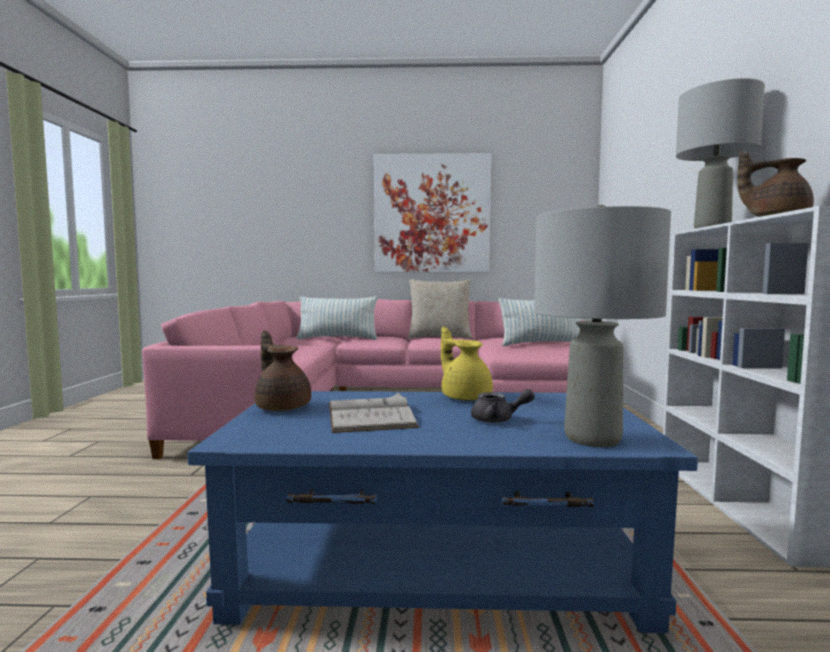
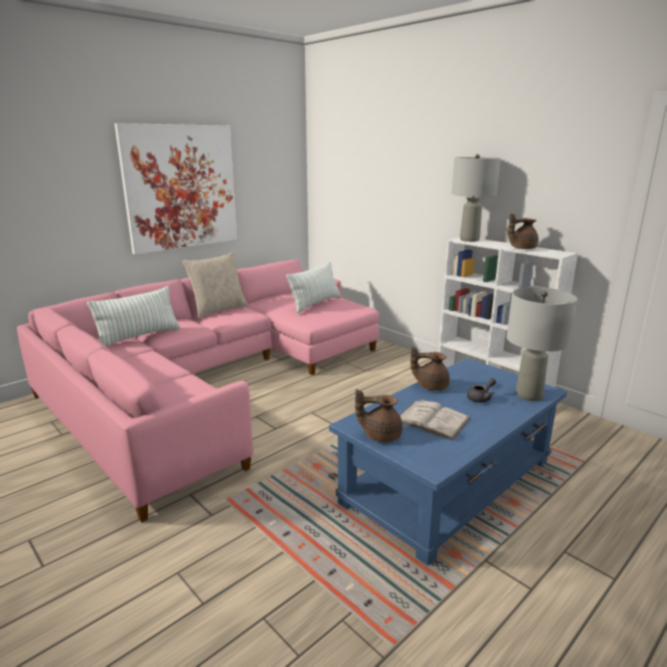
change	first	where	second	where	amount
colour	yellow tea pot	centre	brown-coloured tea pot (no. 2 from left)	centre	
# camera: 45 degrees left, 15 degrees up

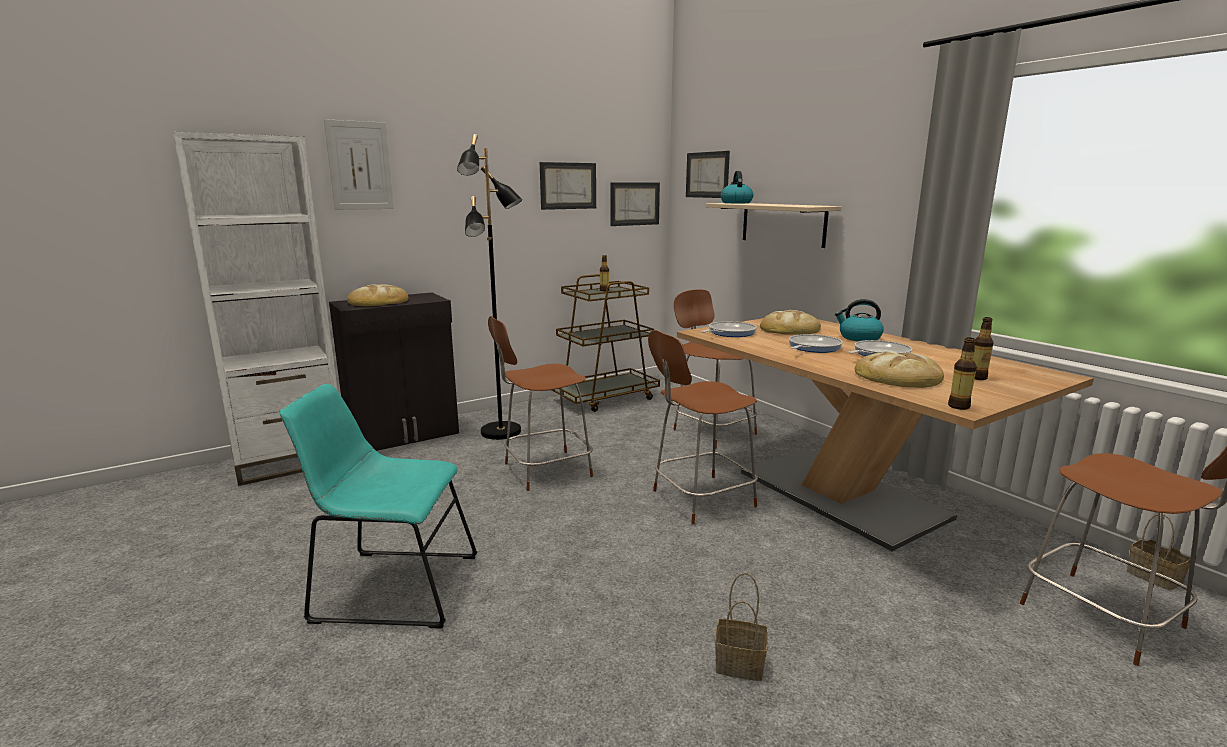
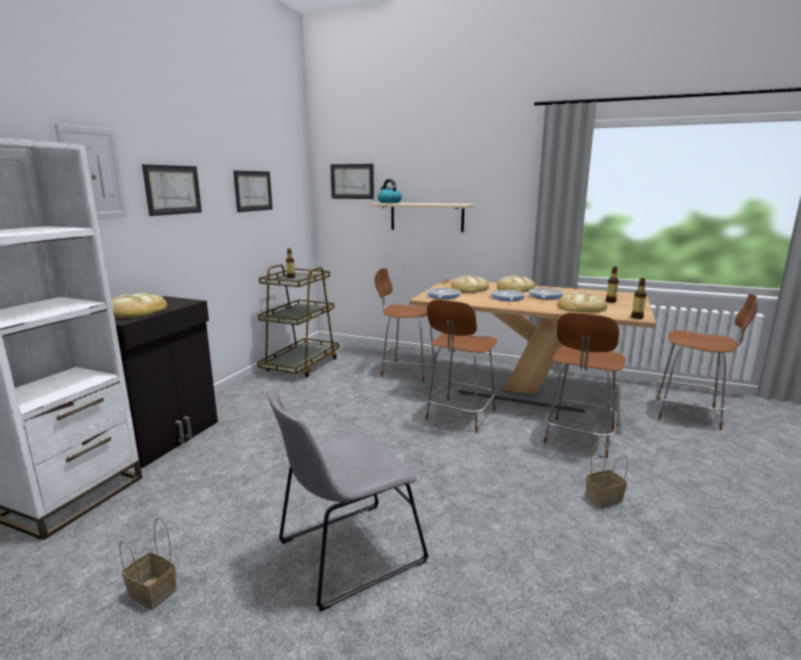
change	first	where	second	where	amount
missing	black standard lamp	centre			
relocated	brown-coloured sitting stool (no. 1 from left in the first image)	centre	brown-coloured sitting stool (no. 3 from left)	middle right	
relocated	wall art (no. 3 from left in the first image)	top centre	wall art (no. 2 from left)	top left	
relocated	basket (no. 2 from left in the first image)	bottom right	basket (no. 1 from left)	bottom left	
exchanged	kettle (no. 2 from left)	middle right	baked bread (no. 3 from left)	centre	
colour	blue-green plain chair	bottom left	gray plain chair	bottom centre	
# camera: 35 degrees left, 0 degrees up

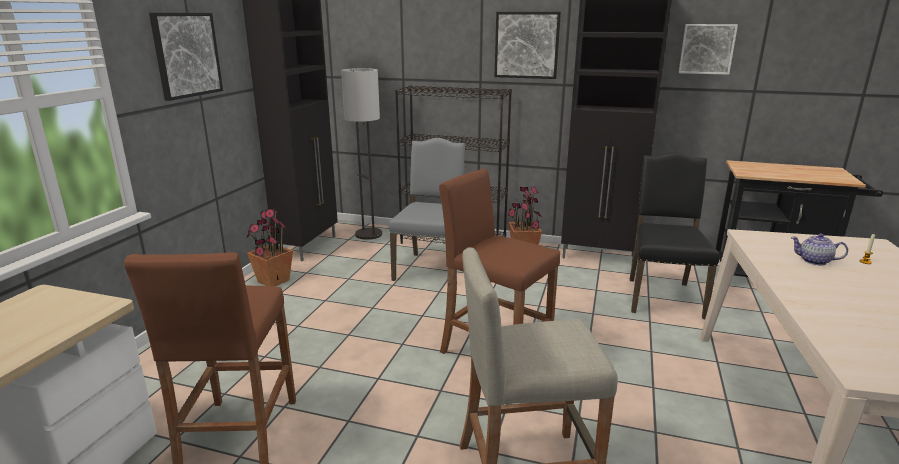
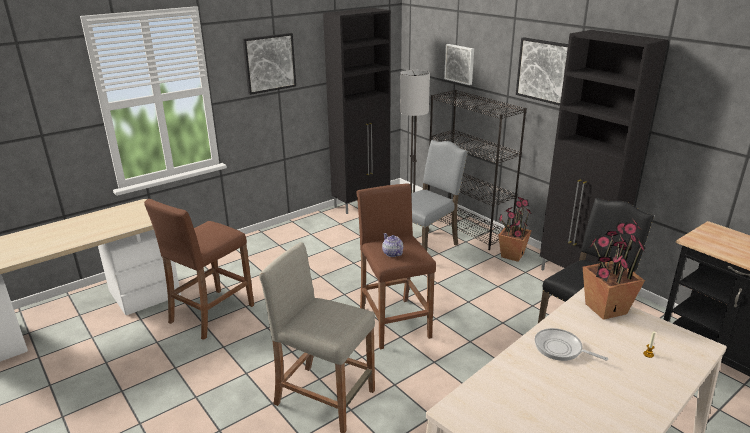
change	first	where	second	where	amount
appeared			frying pan	bottom right	
relocated	potted plant (no. 1 from left in the first image)	middle left	potted plant (no. 2 from left)	middle right	
relocated	wall art (no. 3 from left in the first image)	top right	wall art (no. 2 from left)	top centre	
relocated	tea pot	middle right		centre	
# camera: 35 degrees right, 5 degrees up

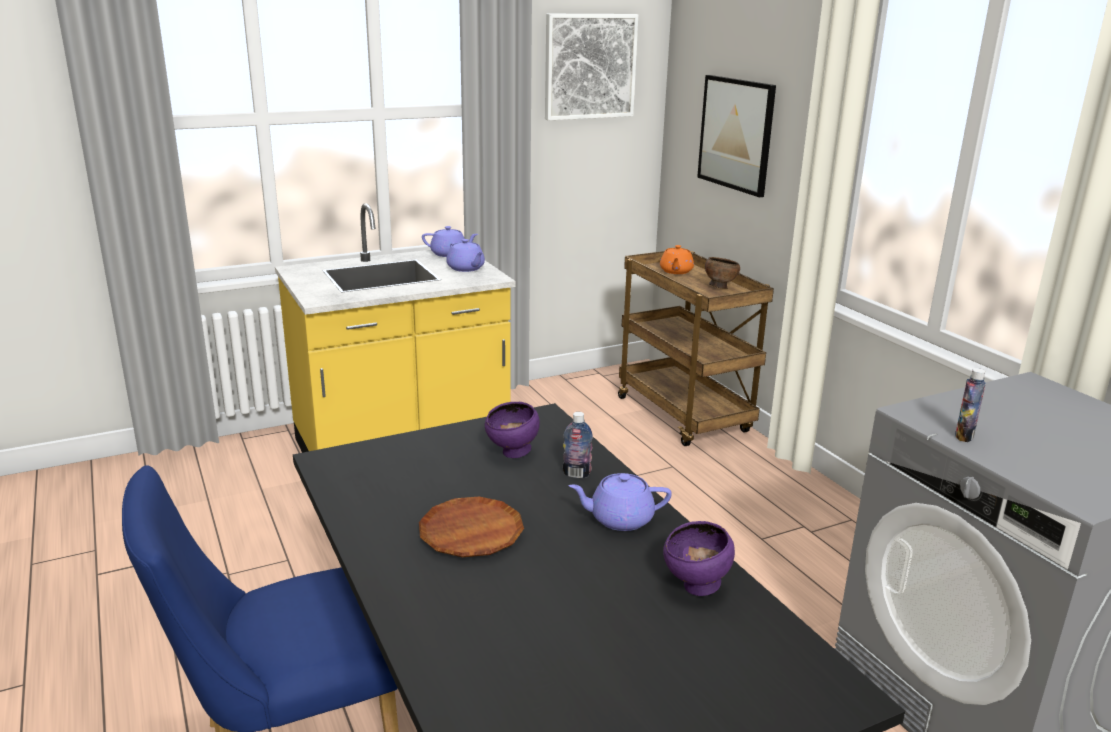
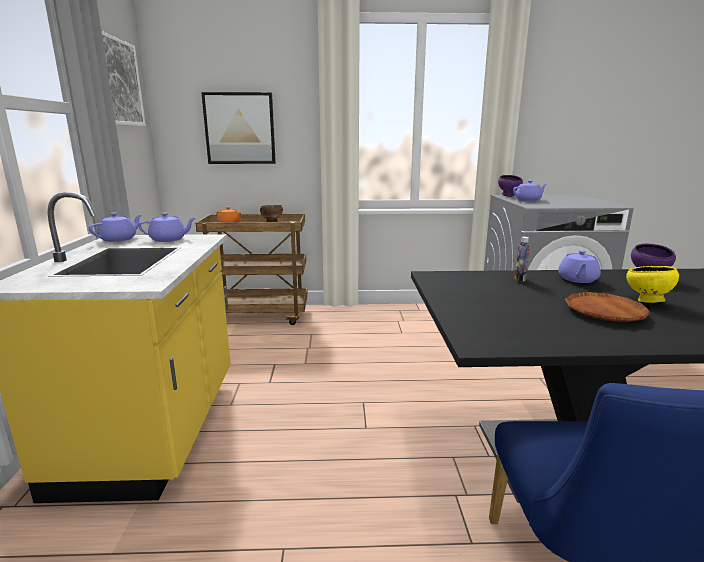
change	first	where	second	where	amount
missing	drink bottle (no. 2 from left)	middle right			
appeared			purplish tea pot (no. 3 from left)	middle right	
appeared			yellow serving bowl	middle right	
relocated	purplish serving bowl (no. 1 from left)	centre		top right	
# camera: 65 degrees left, 5 degrees down

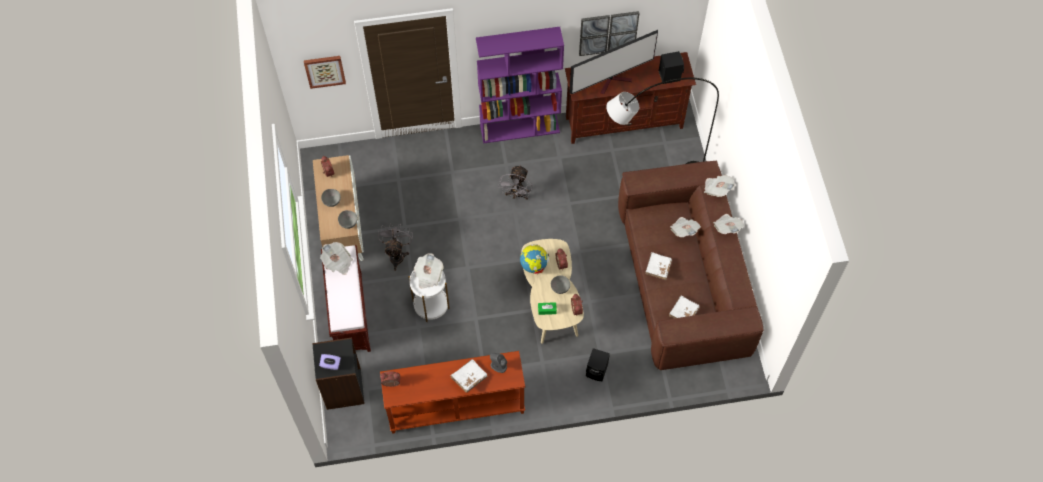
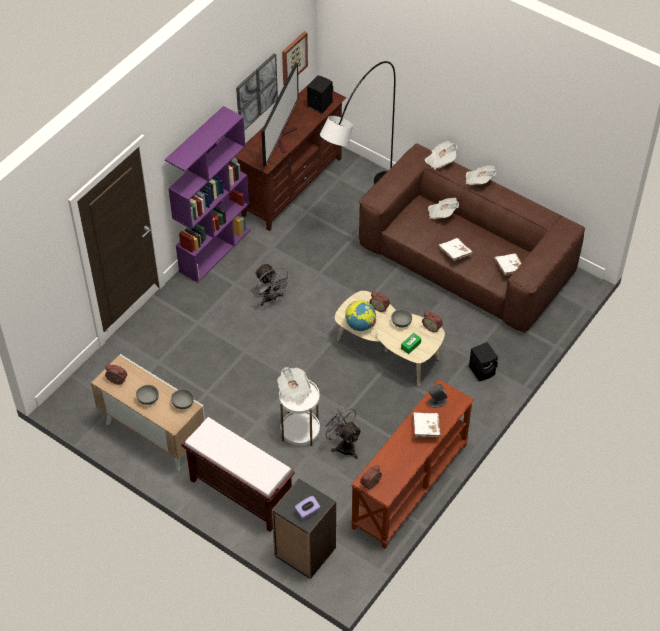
change	first	where	second	where	amount
missing	daily paper (no. 1 from left)	middle left			
relocated	wall art (no. 1 from left in the first image)	top left	wall art (no. 2 from left)	top centre	
relocated	gray electric fan (no. 1 from left in the first image)	centre	gray electric fan (no. 2 from left)	bottom centre	
# camera: 45 degrees left, 10 degrees down

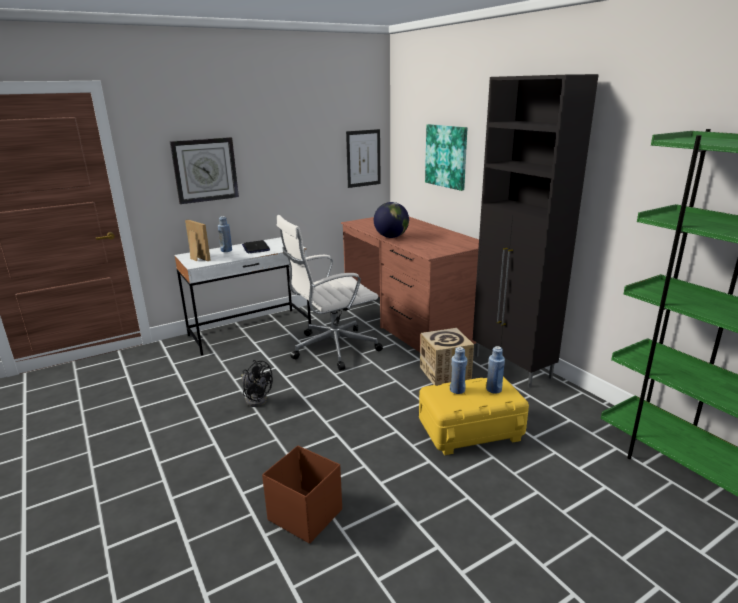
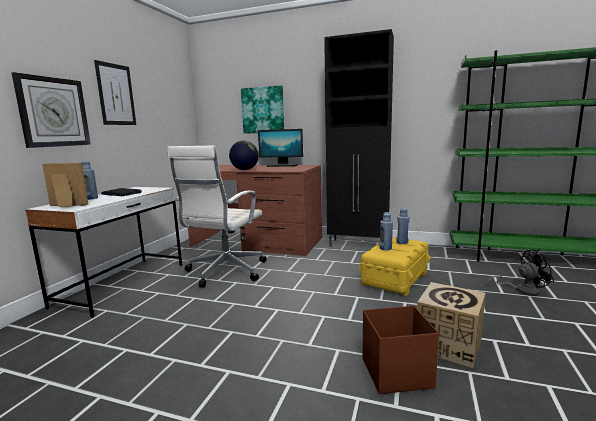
change	first	where	second	where	amount
appeared			monitor	centre	
relocated	black electric fan	centre		middle right	
relocated	wall art (no. 1 from left)	top centre		top left	
relocated	packing box	centre		bottom right	
# camera: 40 degrees left, 10 degrees down

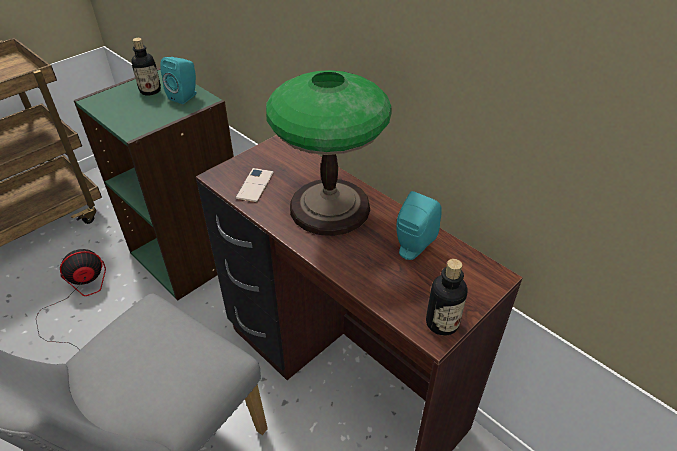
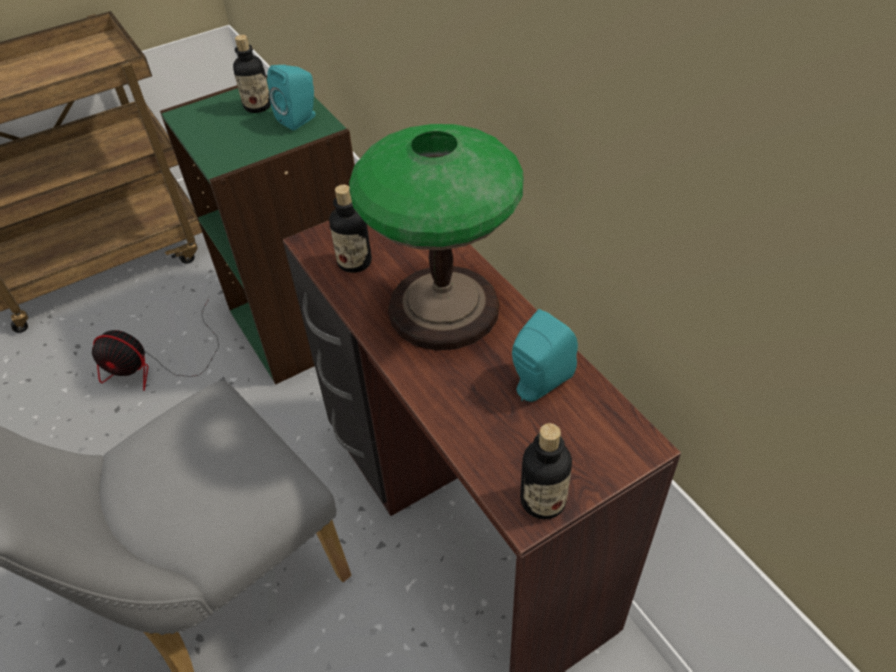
change	first	where	second	where	amount
exchanged	telephone	centre	drink bottle (no. 2 from left)	centre	
spun	electric fan	middle left		middle left	150 degrees counterclockwise
# camera: 15 degrees right, 5 degrees up

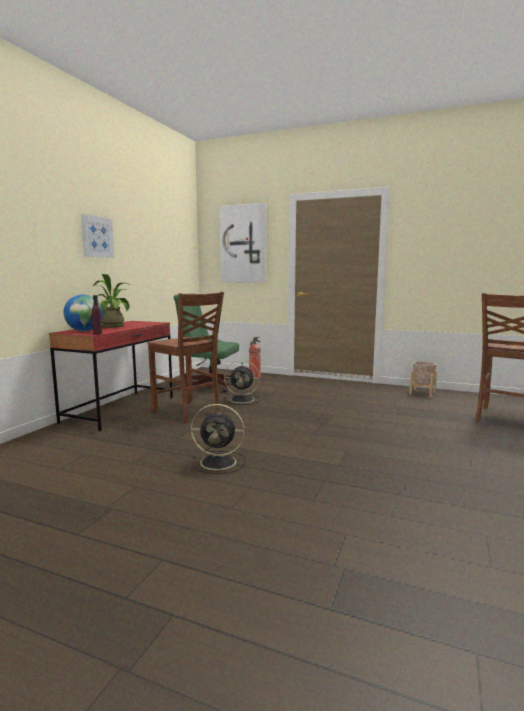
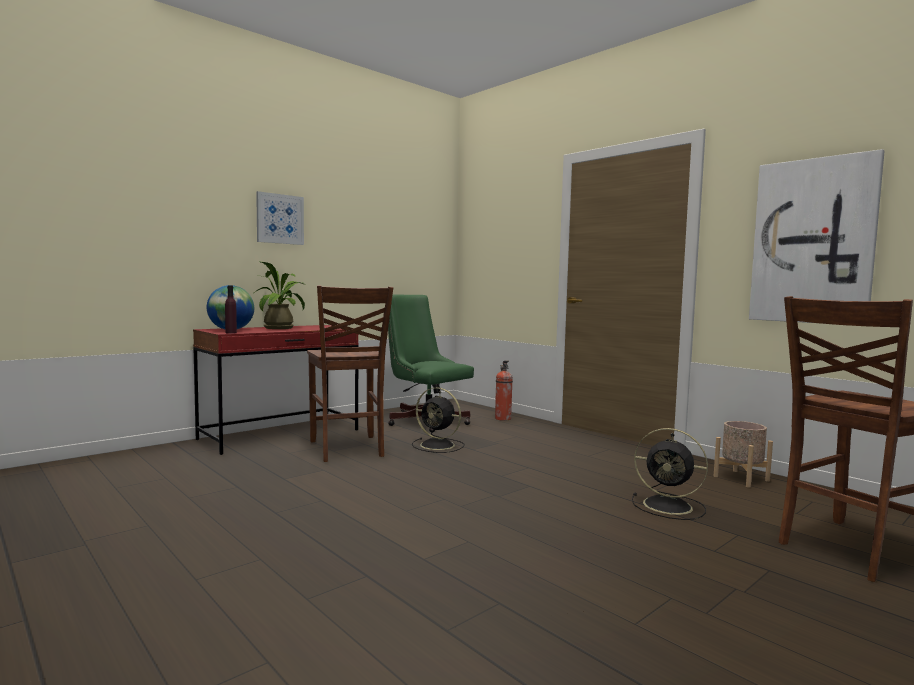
change	first	where	second	where	amount
relocated	black electric fan (no. 1 from left in the first image)	centre	black electric fan (no. 2 from left)	bottom right	
relocated	wall art (no. 2 from left)	centre		middle right	
# camera: 25 degrees right, 5 degrees down

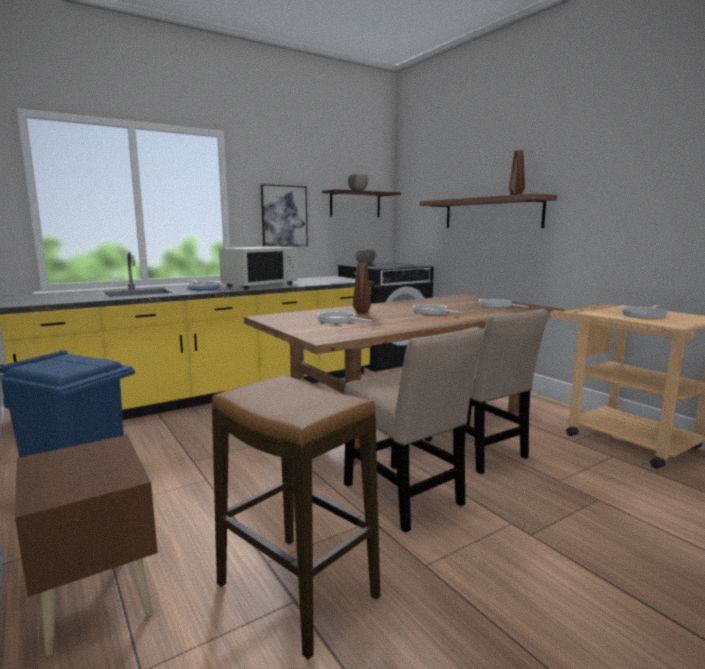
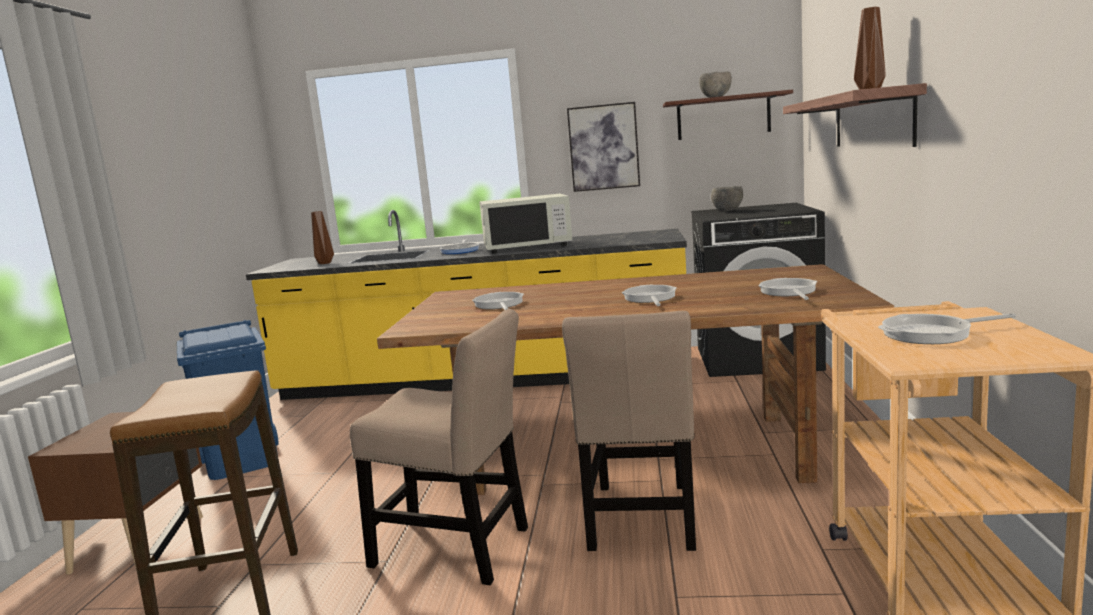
change	first	where	second	where	amount
relocated	brown-coloured decorative vase (no. 1 from left)	centre		middle left	
spun	beige plain chair (no. 1 from left)	centre		bottom centre	75 degrees counterclockwise
# camera: 40 degrees right, 0 degrees up

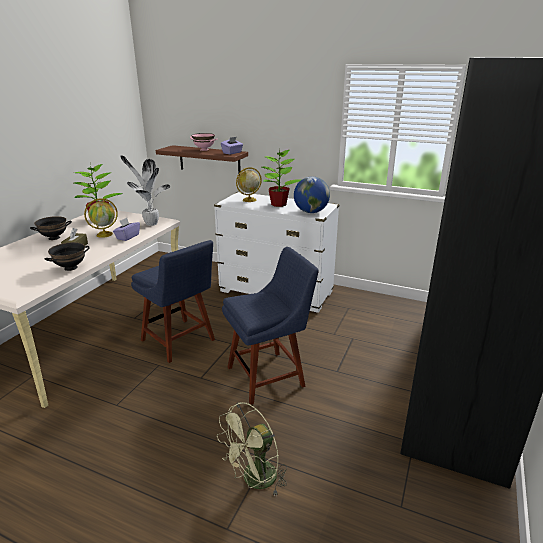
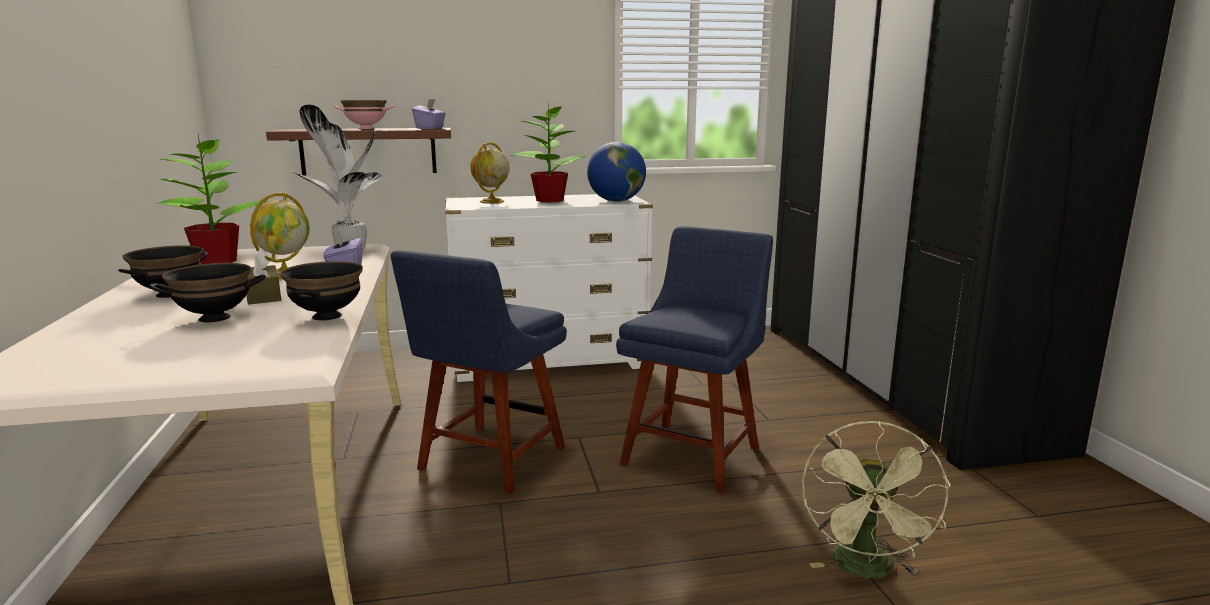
change	first	where	second	where	amount
appeared			black serving bowl (no. 2 from left)	middle left	
spun	bluish plain chair (no. 1 from left)	middle left		centre	105 degrees clockwise
# camera: 35 degrees left, 10 degrees down

